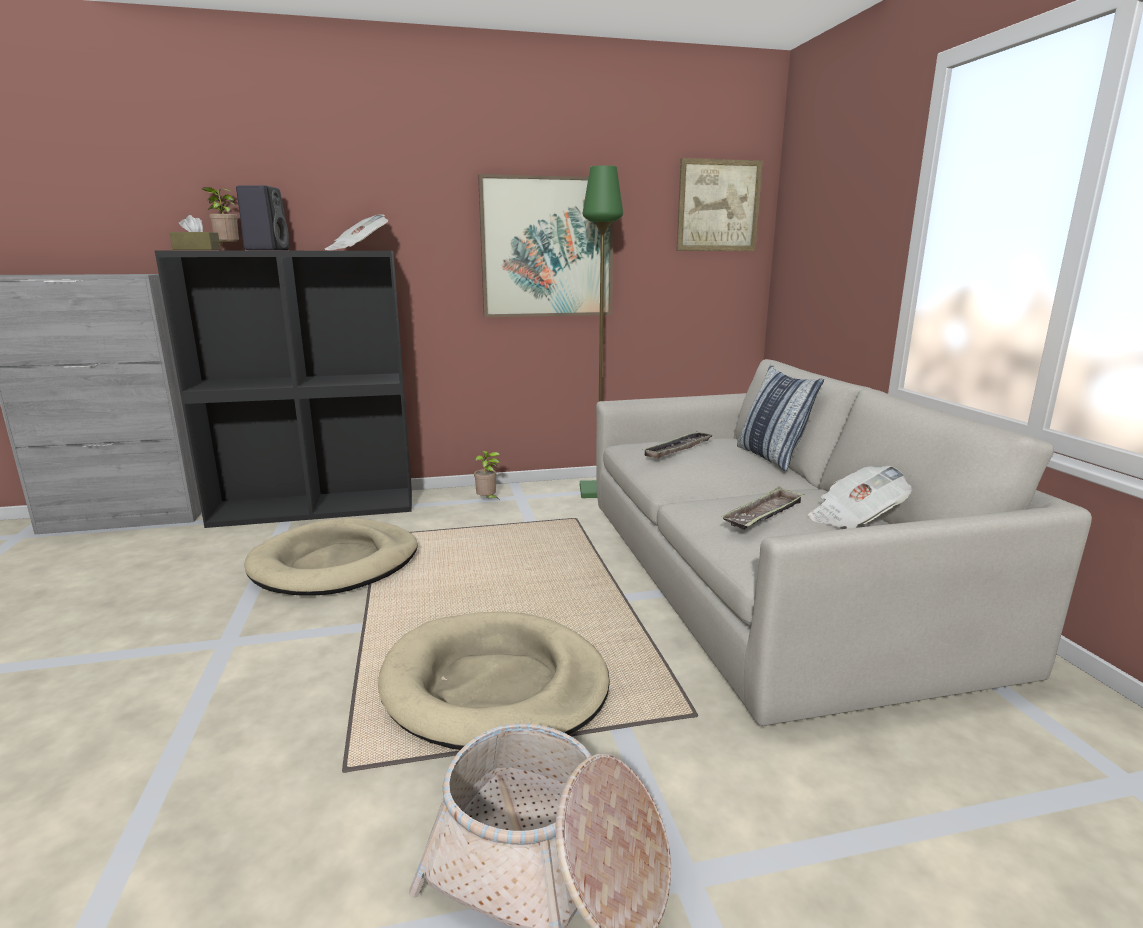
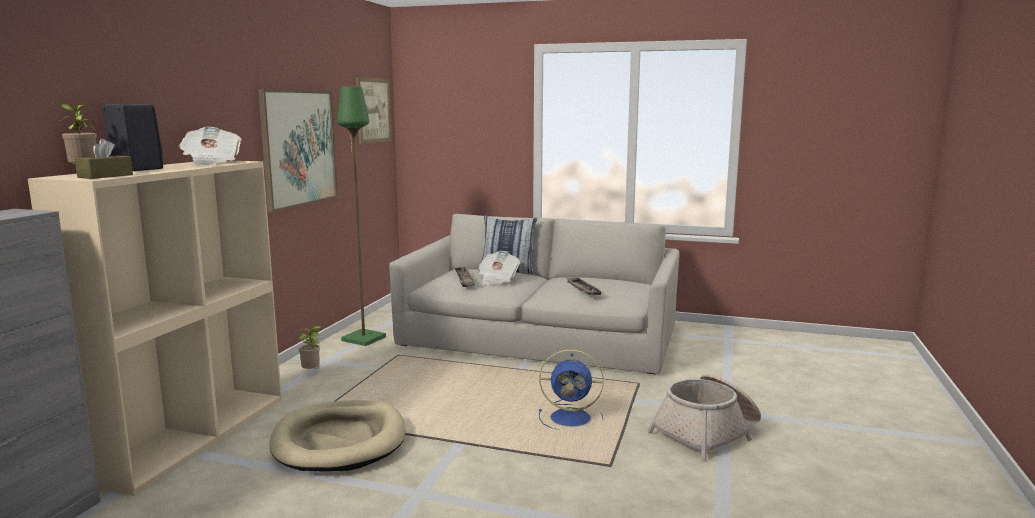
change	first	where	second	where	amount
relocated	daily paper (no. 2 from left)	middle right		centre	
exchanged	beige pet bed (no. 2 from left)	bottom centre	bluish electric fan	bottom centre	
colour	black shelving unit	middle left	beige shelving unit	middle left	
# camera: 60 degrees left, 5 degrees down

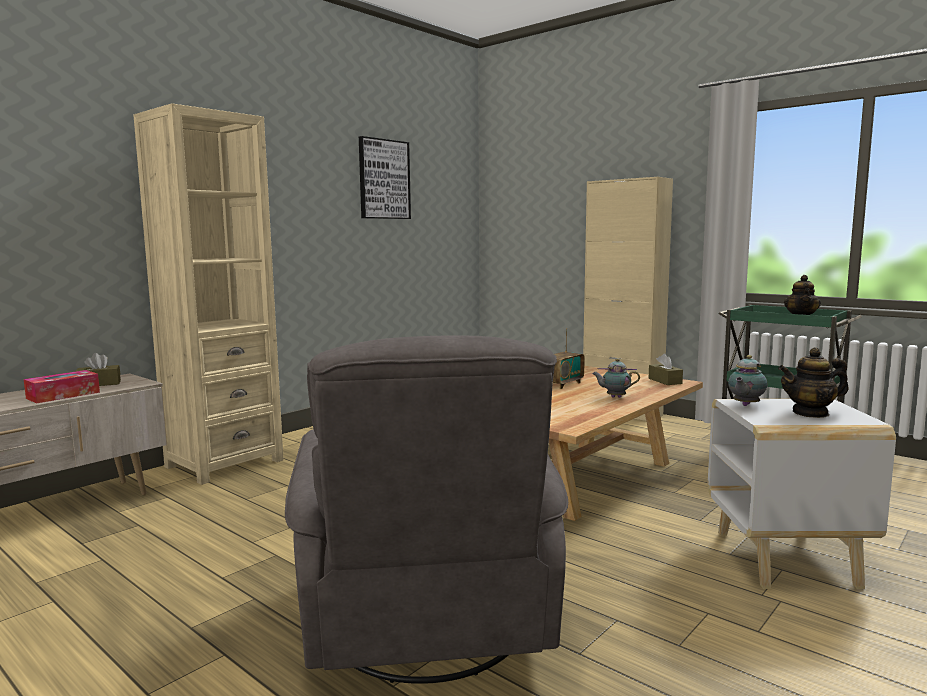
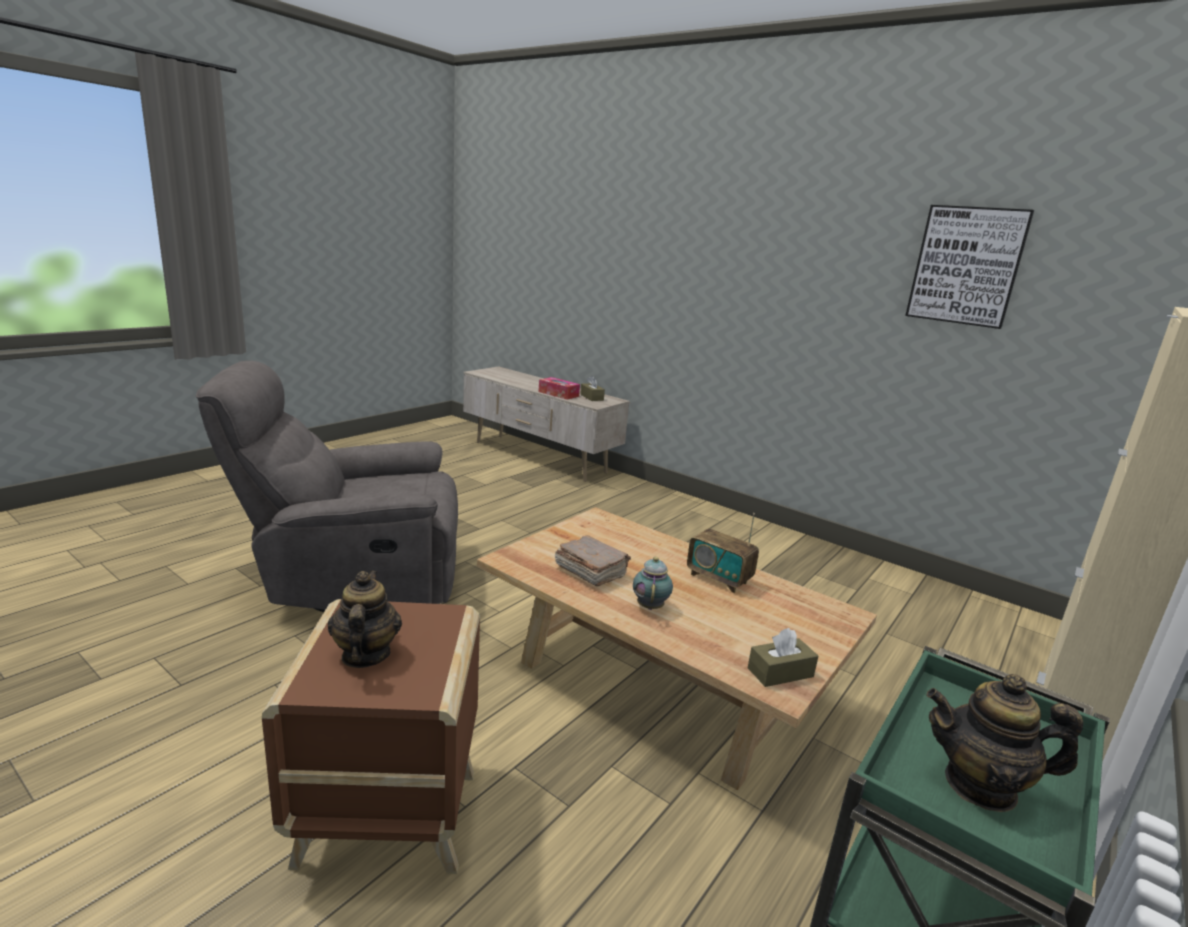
change	first	where	second	where	amount
missing	beige shelving unit	middle left			
missing	tea pot (no. 2 from left)	middle right			
appeared			brown-coloured book	centre	
colour	whitish accent table	bottom right	brown-coloured accent table	bottom left	
# camera: 85 degrees right, 10 degrees up

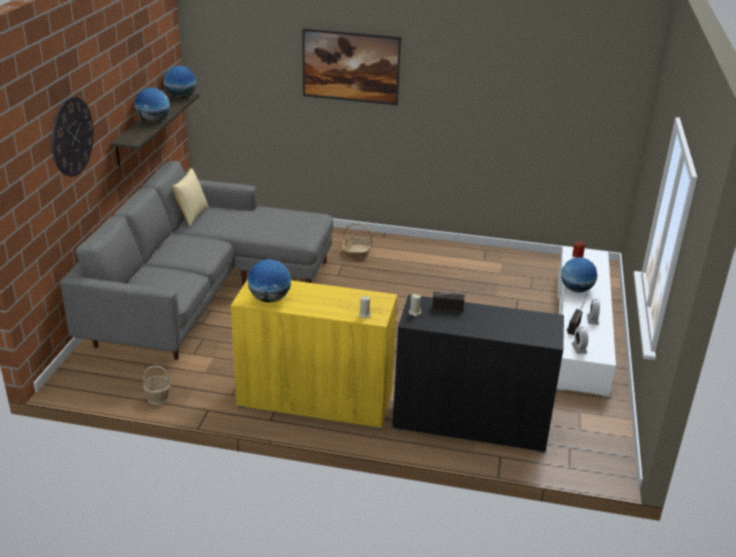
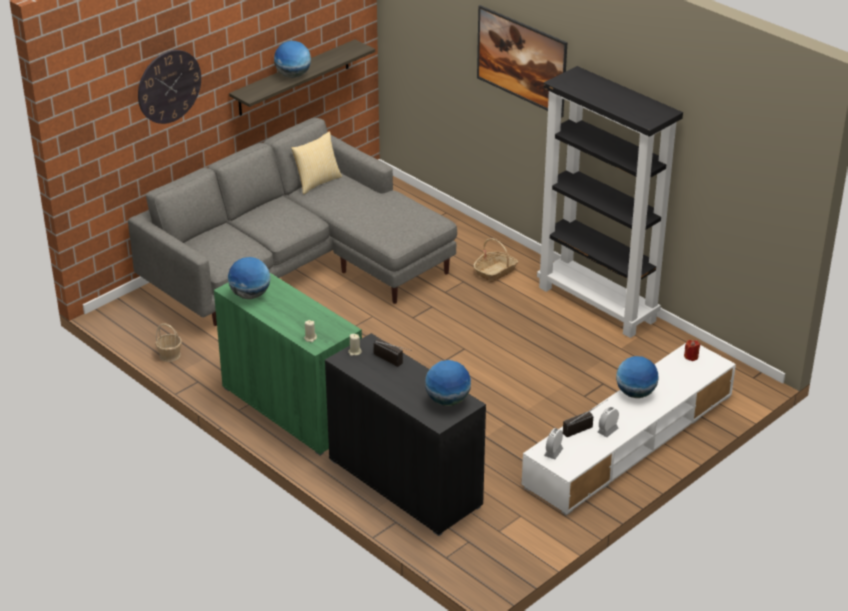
change	first	where	second	where	amount
appeared			black shelving unit	top right	
relocated	world globe (no. 2 from left in the first image)	top left	world globe (no. 3 from left)	centre	
colour	yellow cupboard	centre	green cupboard	centre	
# camera: 35 degrees right, 5 degrees up

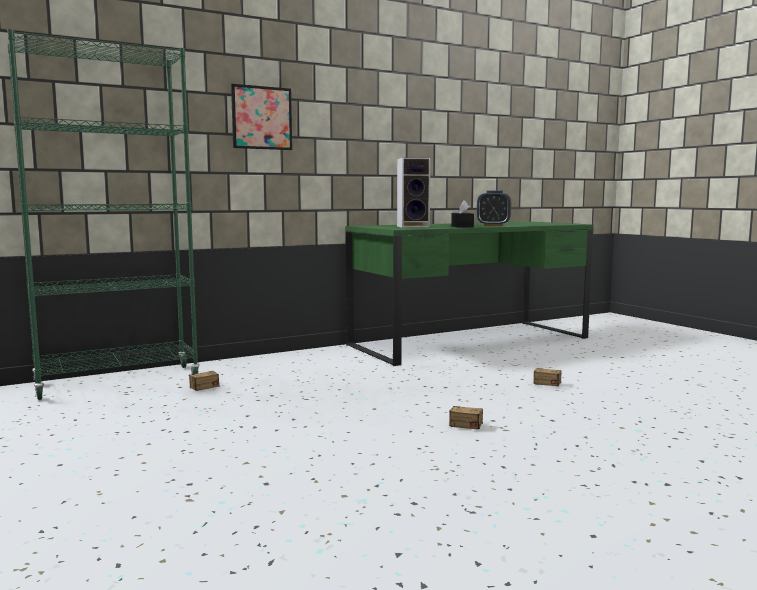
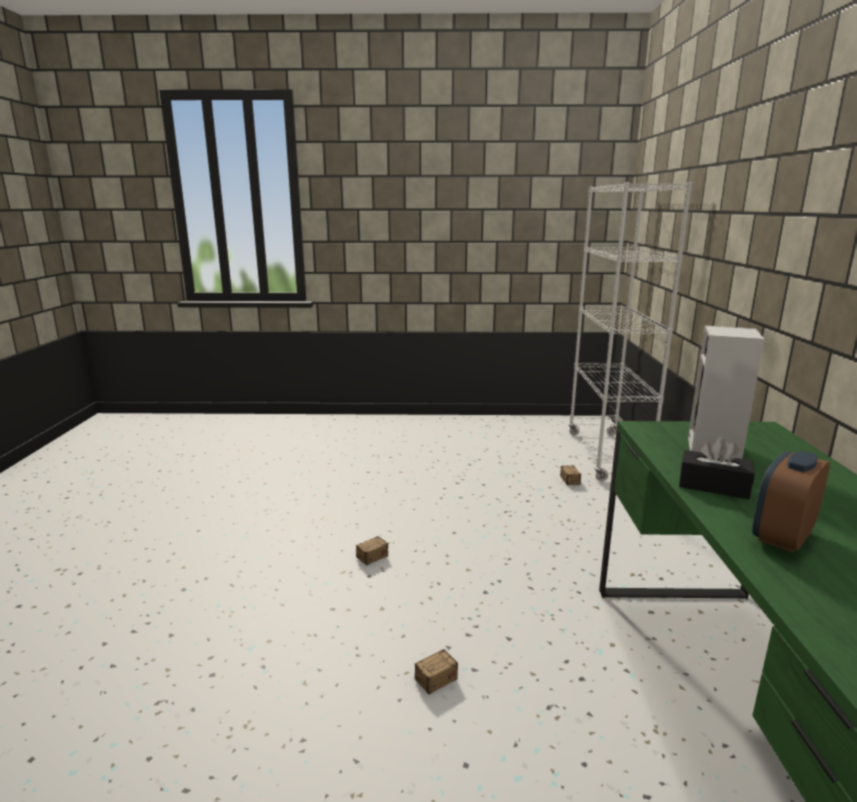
change	first	where	second	where	amount
missing	wall art	top centre			
colour	green shelving unit	middle left	whitish shelving unit	middle right	
# camera: 120 degrees right, 10 degrees up

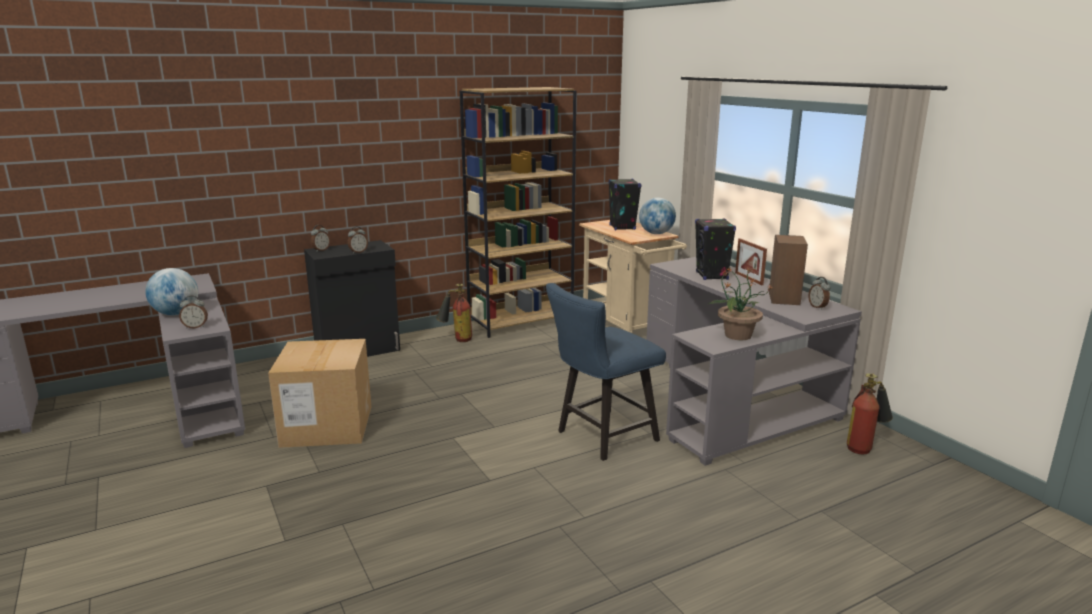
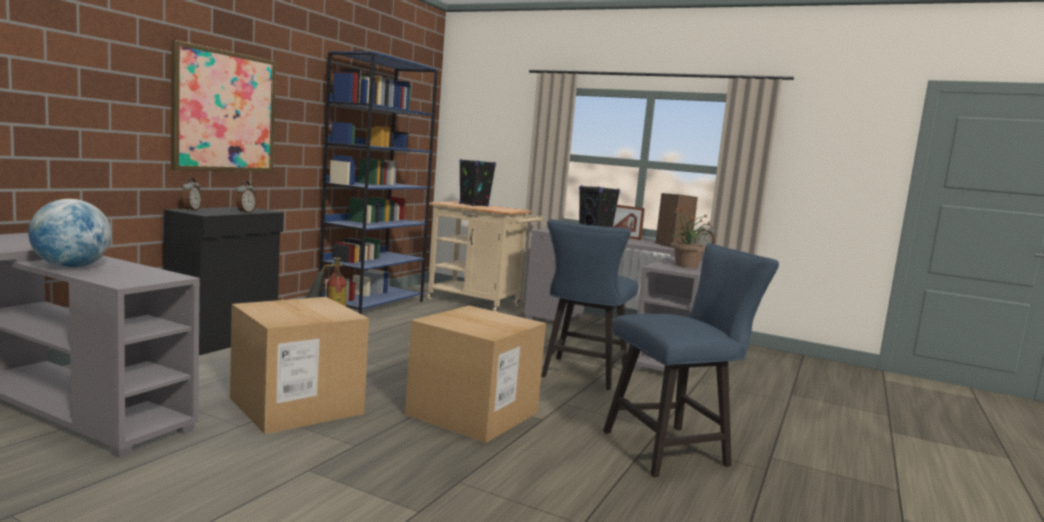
change	first	where	second	where	amount
missing	alarm clock (no. 1 from left)	middle left			
missing	world globe (no. 2 from left)	centre			
missing	fire-fighting cylinder (no. 2 from left)	bottom right			
appeared			wall art	top left	
appeared			packing box (no. 2 from left)	bottom centre	
appeared			bluish plain chair (no. 2 from left)	bottom centre	
colour	brown-coloured shelving unit	centre	bluish shelving unit	centre	
# camera: 35 degrees left, 10 degrees down

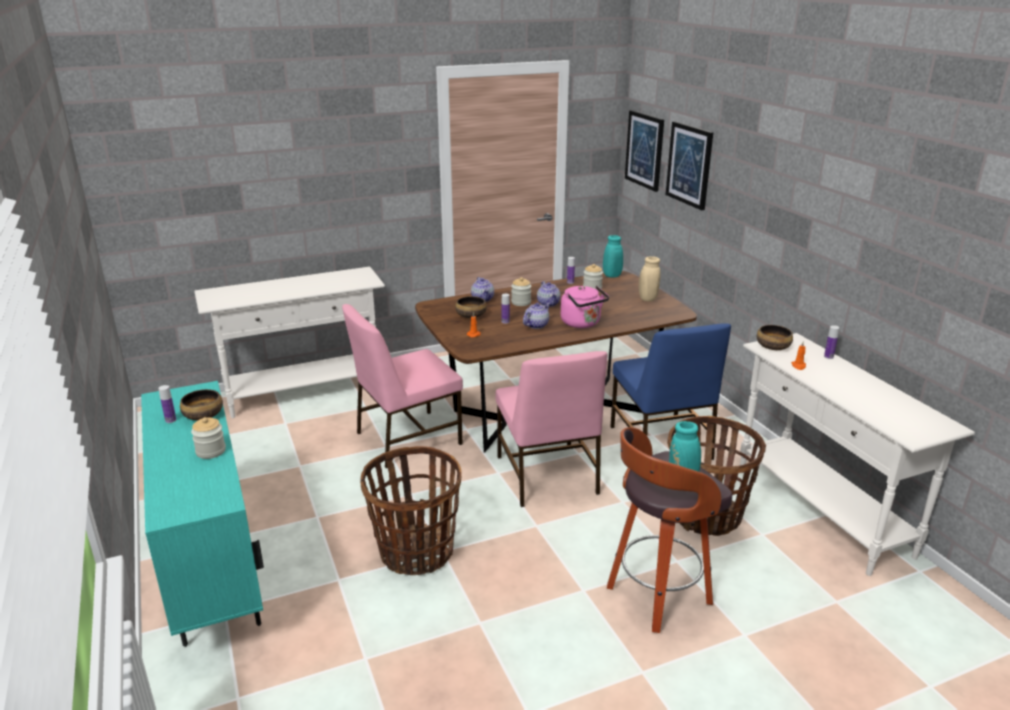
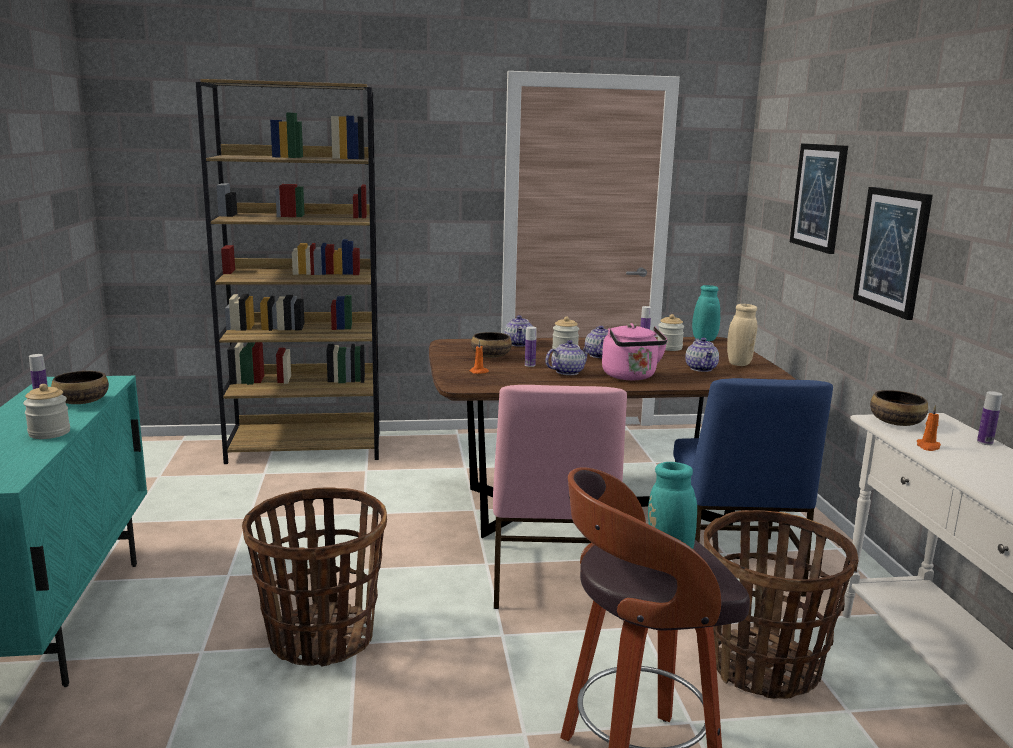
change	first	where	second	where	amount
missing	pink plain chair (no. 1 from left)	centre			
appeared			tea pot (no. 4 from left)	middle right	
relocated	wall art (no. 1 from left in the first image)	top centre	wall art (no. 2 from left)	middle right	
exchanged	whitish console table (no. 1 from left)	middle left	brown-coloured shelving unit	middle left	
# camera: 15 degrees right, 10 degrees down

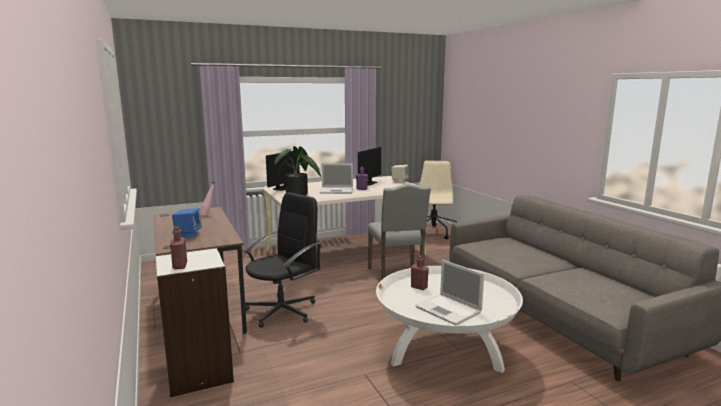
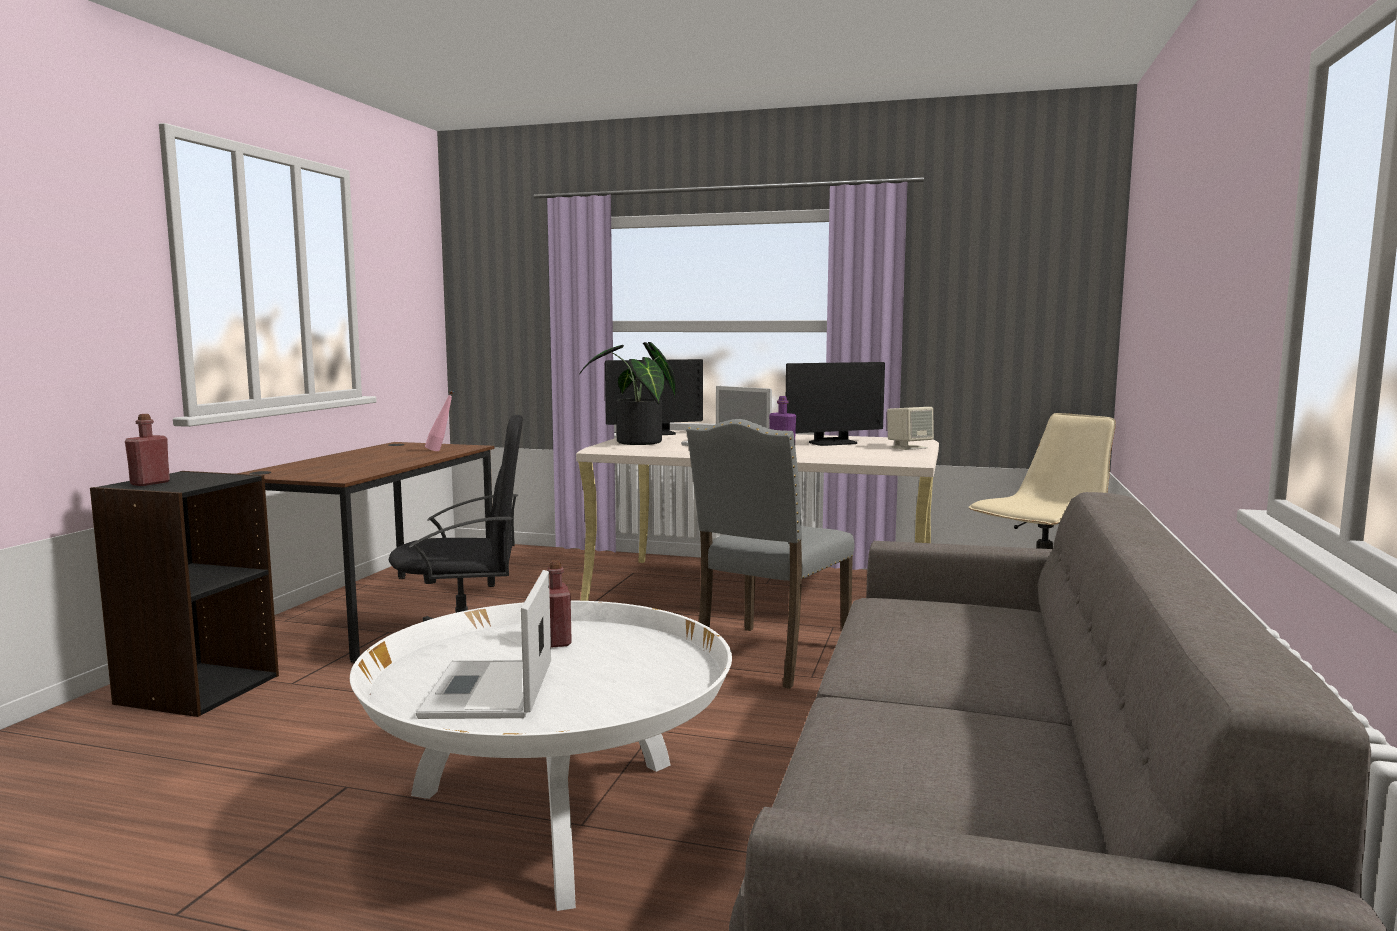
change	first	where	second	where	amount
missing	bluish speaker	middle left			
colour	whitish shelving unit	bottom left	black shelving unit	middle left	
# camera: 40 degrees right, 5 degrees down

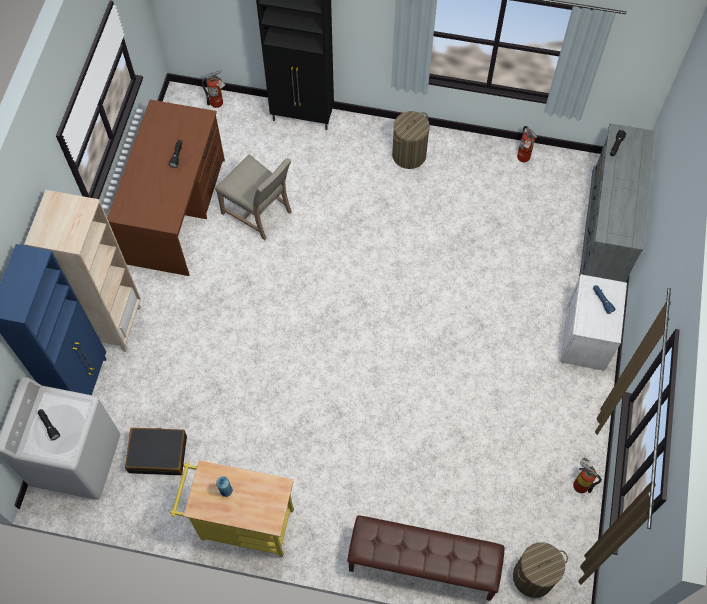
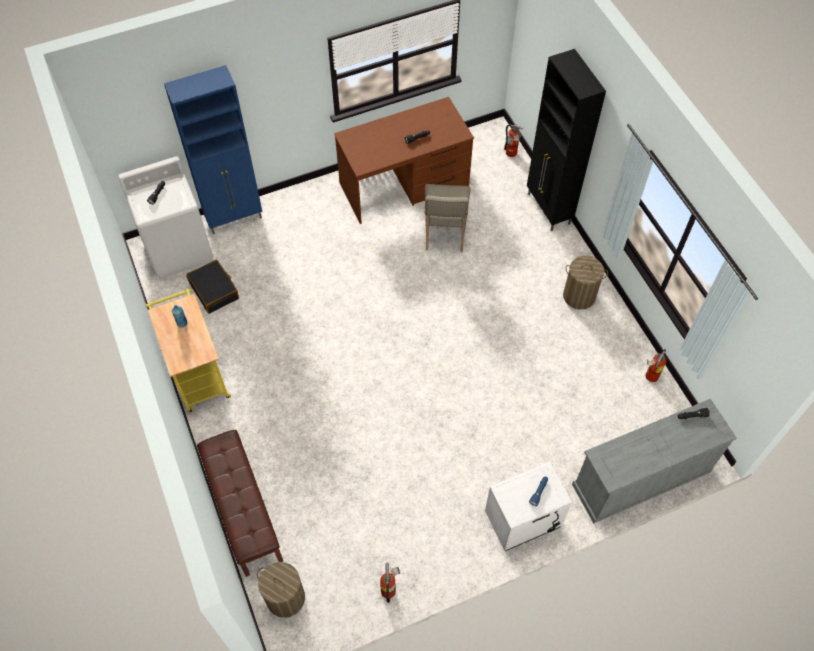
change	first	where	second	where	amount
missing	beige shelving unit	middle left			
# camera: 55 degrees right, 5 degrees down

